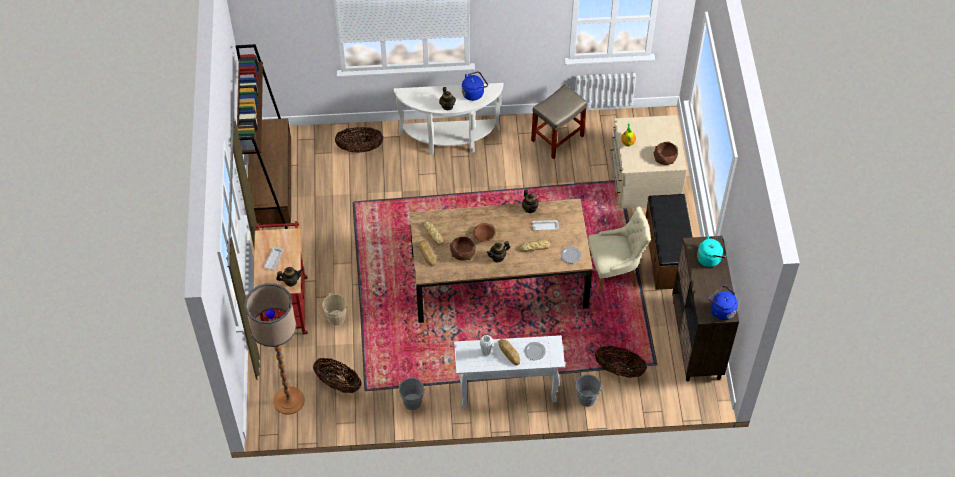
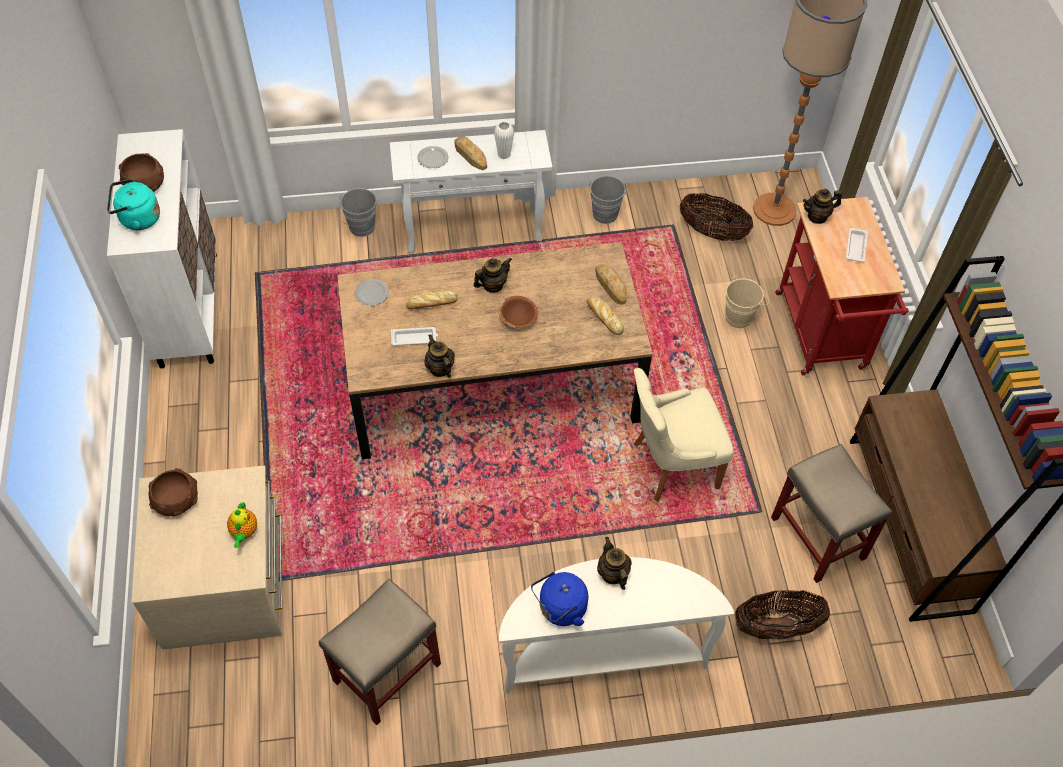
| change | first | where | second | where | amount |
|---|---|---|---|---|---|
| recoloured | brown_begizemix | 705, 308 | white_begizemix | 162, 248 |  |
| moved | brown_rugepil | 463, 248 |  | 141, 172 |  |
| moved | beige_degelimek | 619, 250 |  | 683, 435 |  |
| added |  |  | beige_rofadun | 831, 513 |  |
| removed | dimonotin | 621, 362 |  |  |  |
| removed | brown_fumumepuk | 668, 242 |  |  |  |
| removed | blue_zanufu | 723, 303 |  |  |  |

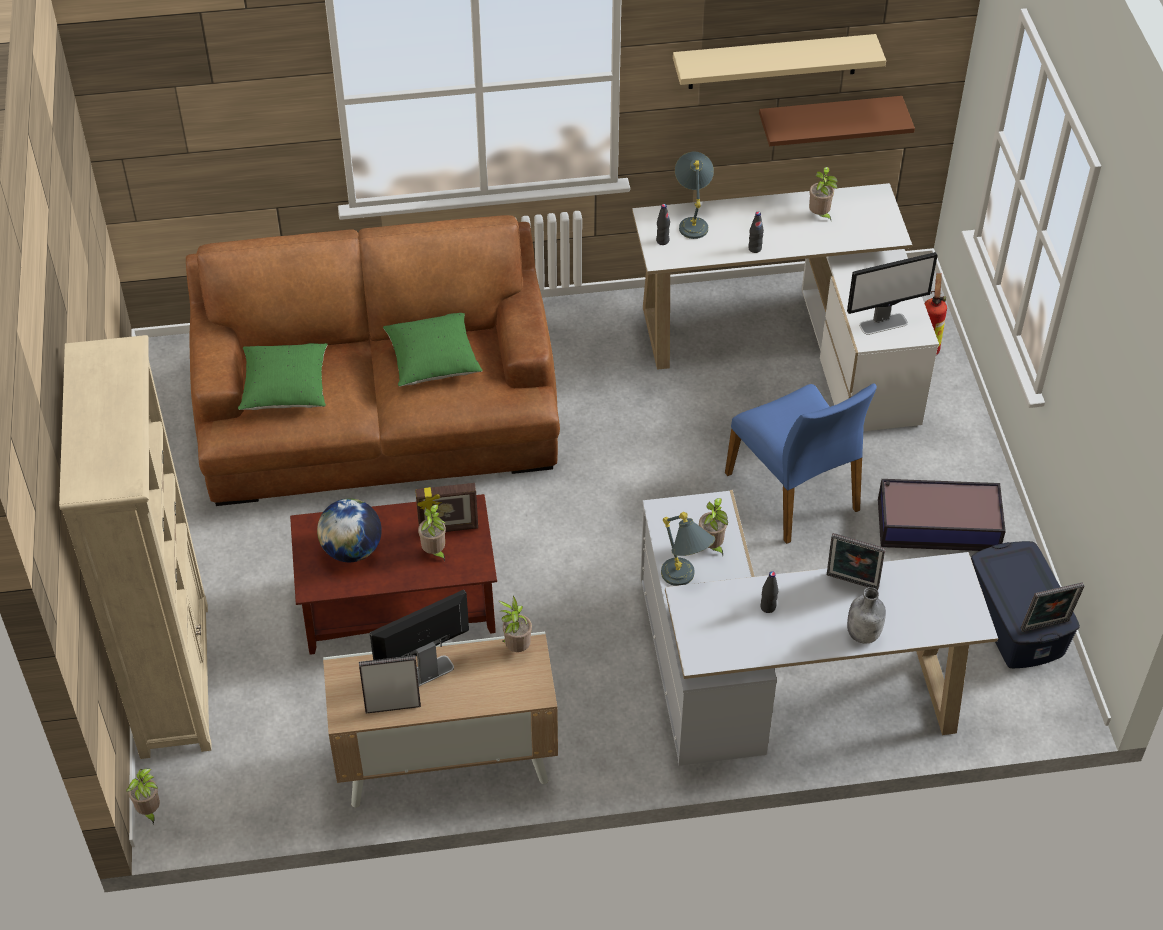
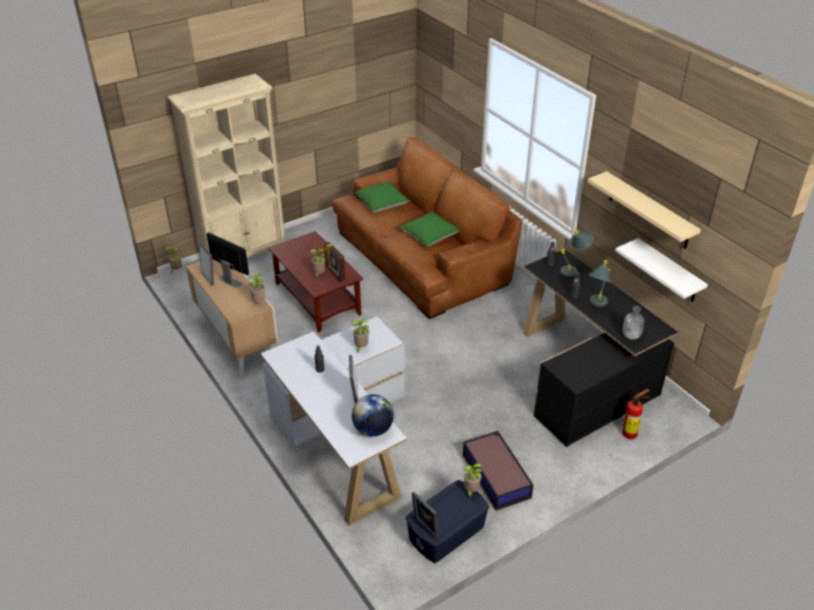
| change | first | where | second | where | amount |
|---|---|---|---|---|---|
| moved | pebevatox | 349, 530 |  | 373, 415 |  |
| moved | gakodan | 823, 193 |  | 473, 480 |  |
| recoloured | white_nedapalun | 785, 307 | black_nedapalun | 600, 348 |  |
| moved | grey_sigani | 688, 549 |  | 599, 283 |  |
| recoloured | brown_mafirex | 837, 121 | white_mafirex | 661, 270 |  |
| moved | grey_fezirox | 866, 615 |  | 633, 323 |  |
| removed | blue_degelimek | 801, 463 |  |  |  |
| removed | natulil | 892, 293 |  |  |  |

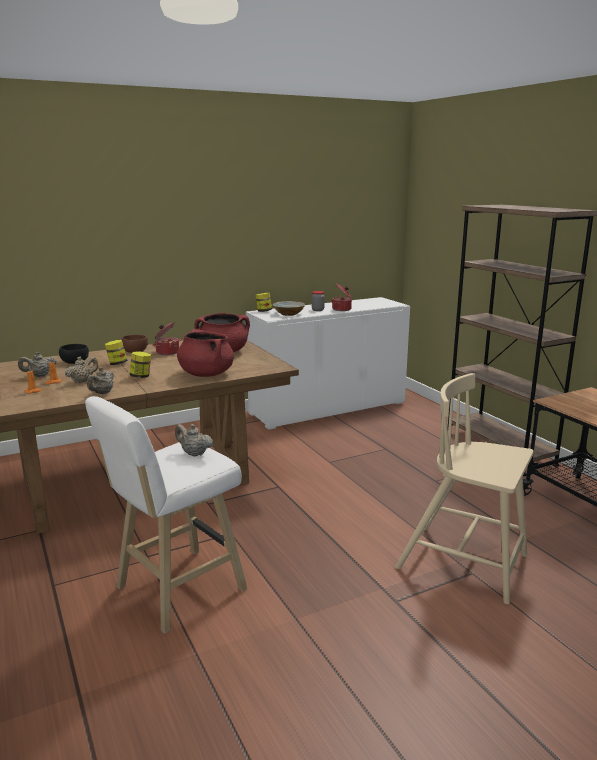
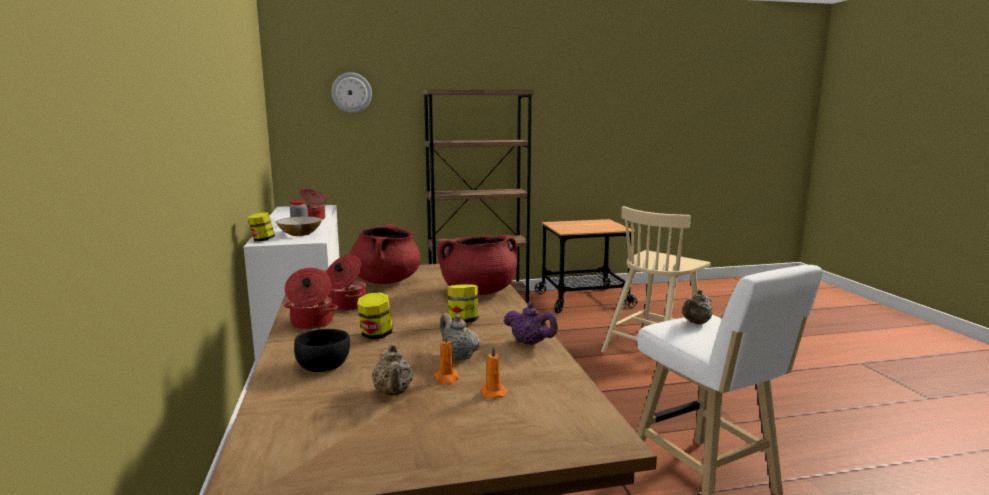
| change | first | where | second | where | amount |
|---|---|---|---|---|---|
| replaced | brown_rugepil | 134, 344 | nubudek | 311, 298 |  |
| added |  |  | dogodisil | 351, 92 |  |
| recoloured | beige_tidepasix | 100, 380 | purple_tidepasix | 531, 323 |  |

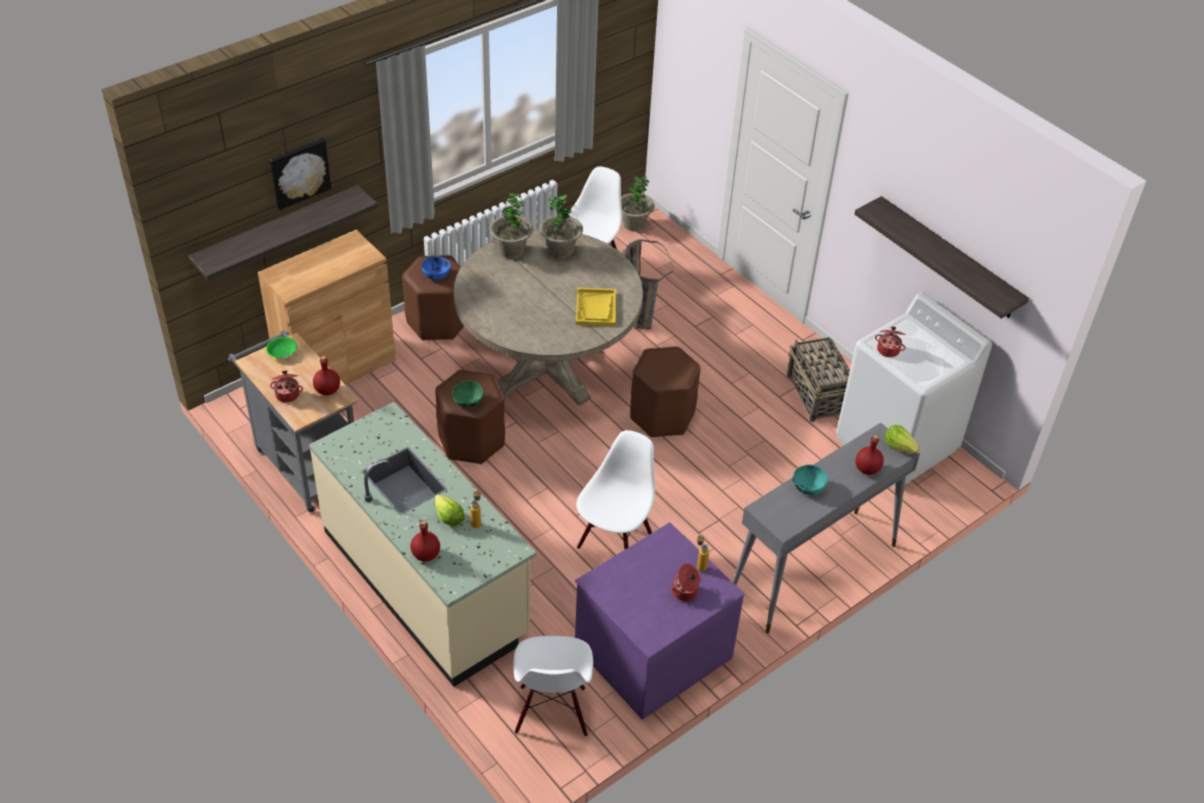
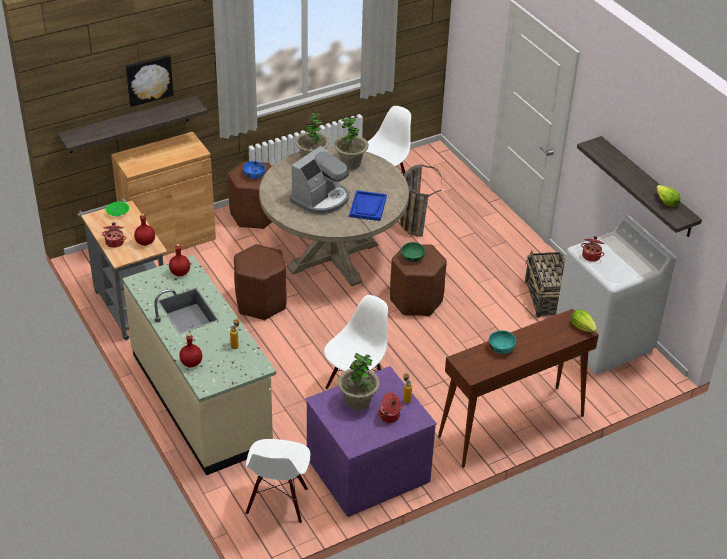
| change | first | where | second | where | amount |
|---|---|---|---|---|---|
| moved | red_fezirox | 869, 455 |  | 179, 260 |  |
| added |  |  | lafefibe | 319, 180 |  |
| moved | gakodan | 638, 204 |  | 359, 382 |  |
| recoloured | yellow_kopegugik | 596, 307 | blue_kopegugik | 368, 205 |  |
| moved | green_rugepil | 467, 394 |  | 413, 252 |  |
| recoloured | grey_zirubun | 826, 528 | brown_zirubun | 518, 388 |  |
| moved | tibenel | 450, 510 |  | 668, 196 |  |

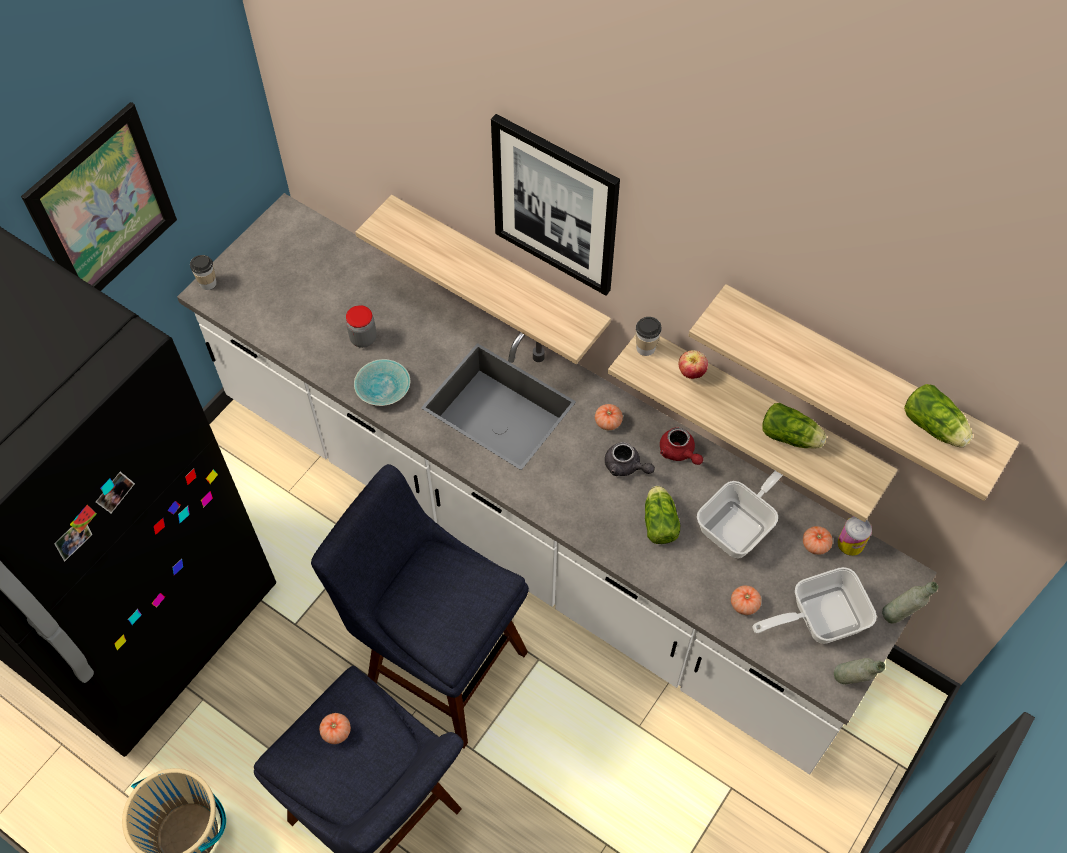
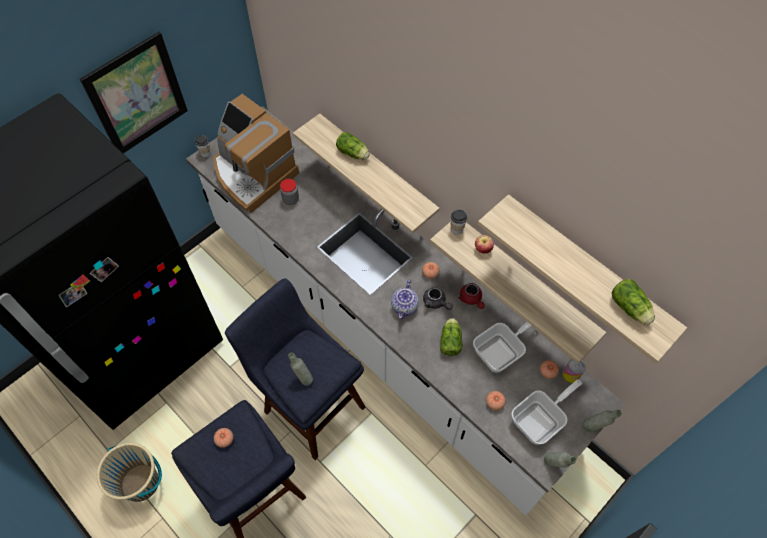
| change | first | where | second | where | amount |
|---|---|---|---|---|---|
| added |  |  | lafefibe | 256, 153 |  |
| added |  |  | grey_fezirox | 300, 369 |  |
| moved | tibenel | 794, 426 |  | 353, 146 |  |
| added |  |  | tidepasix | 405, 299 |  |
| turned | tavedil | 814, 605 |  | 547, 412 | 150 degrees clockwise |
| removed | turquoise_rugepil | 382, 382 |  |  |  |
| removed | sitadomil | 555, 205 |  |  |  |

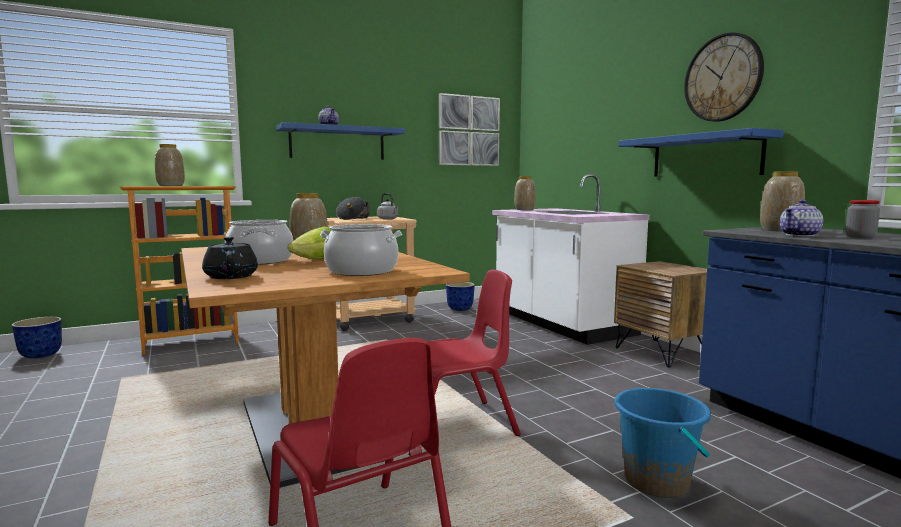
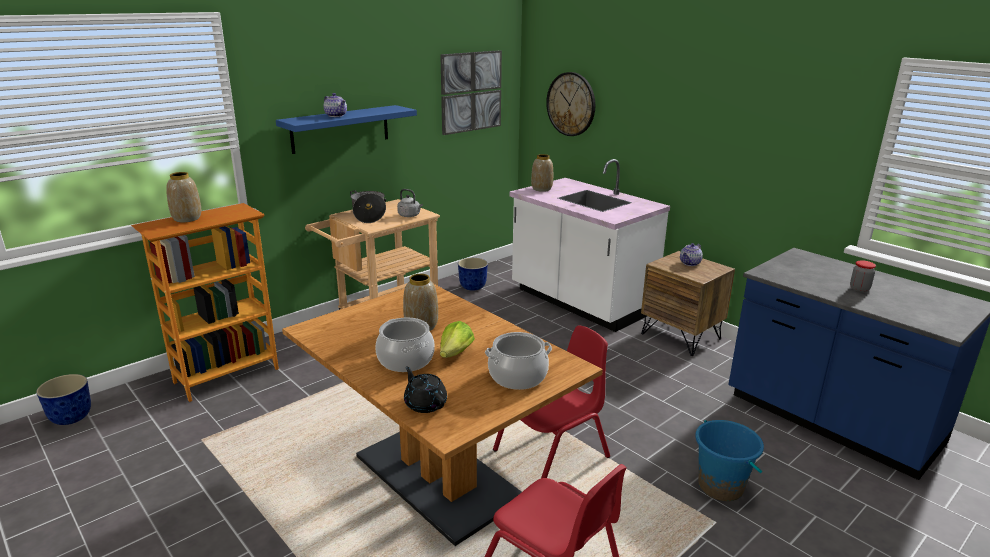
| change | first | where | second | where | amount |
|---|---|---|---|---|---|
| moved | dogodisil | 724, 77 |  | 570, 104 |  |
| moved | tidepasix | 801, 218 |  | 691, 254 |  |
| removed | blue_mafirex | 701, 152 |  |  |  |
| removed | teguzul | 782, 201 |  |  |  |

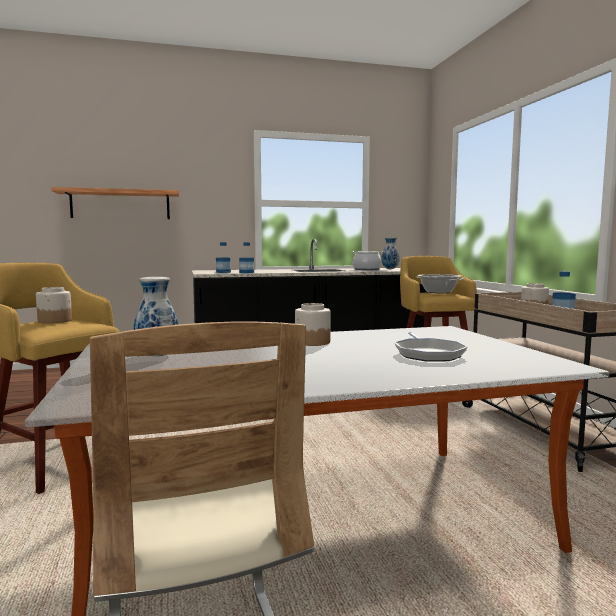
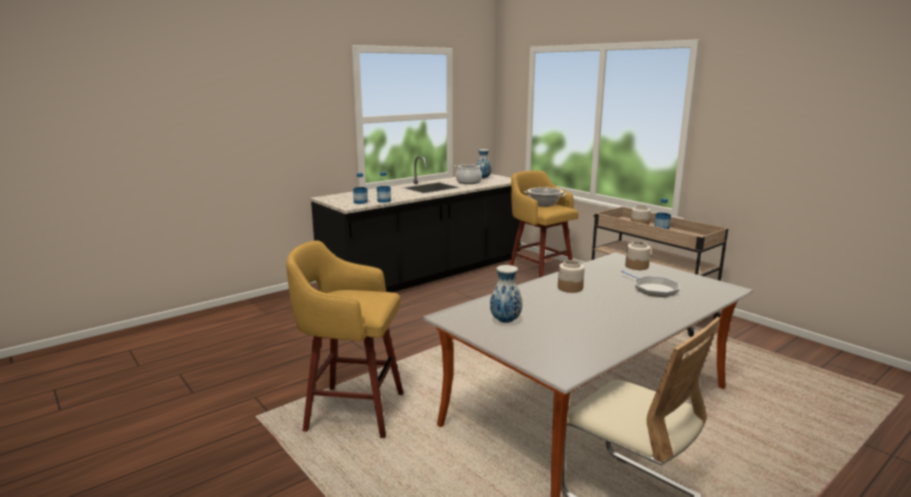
| change | first | where | second | where | amount |
|---|---|---|---|---|---|
| moved | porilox | 54, 305 |  | 638, 255 |  |
| removed | mafirex | 115, 203 |  |  |  |

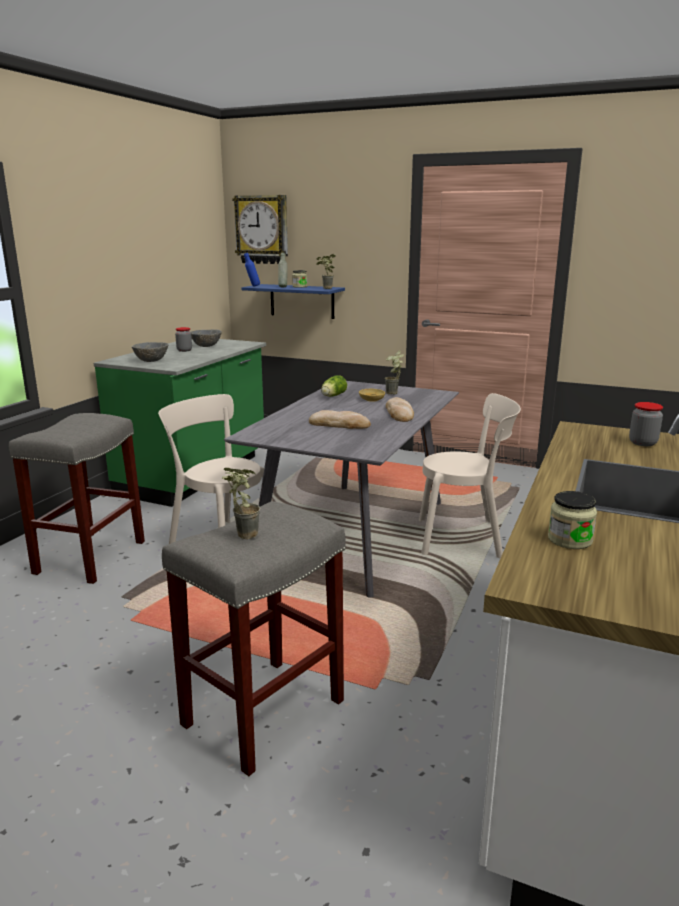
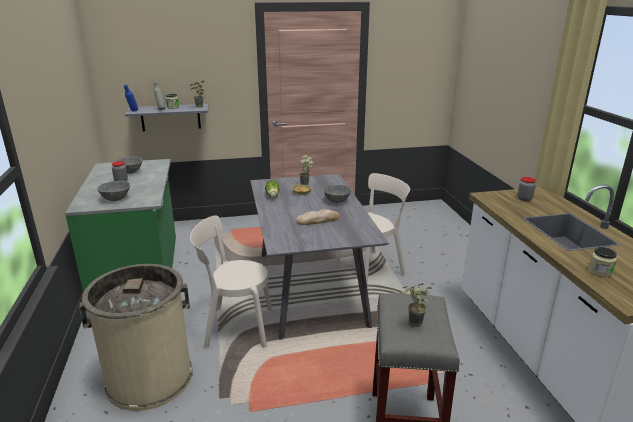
| change | first | where | second | where | amount |
|---|---|---|---|---|---|
| replaced | grey_rofadun | 77, 498 | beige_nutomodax | 136, 337 |  |
| recoloured | blue_mafirex | 293, 301 | grey_mafirex | 166, 117 |  |
| replaced | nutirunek | 400, 409 | grey_rugepil | 337, 194 |  |
| removed | dogodisil | 260, 229 |  |  |  |

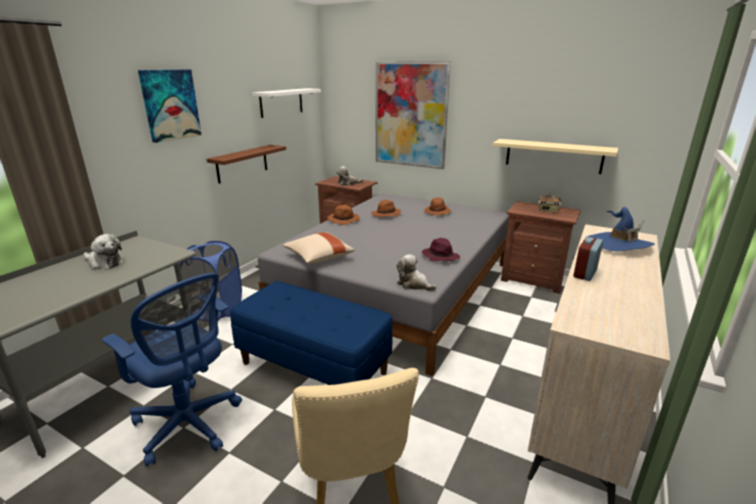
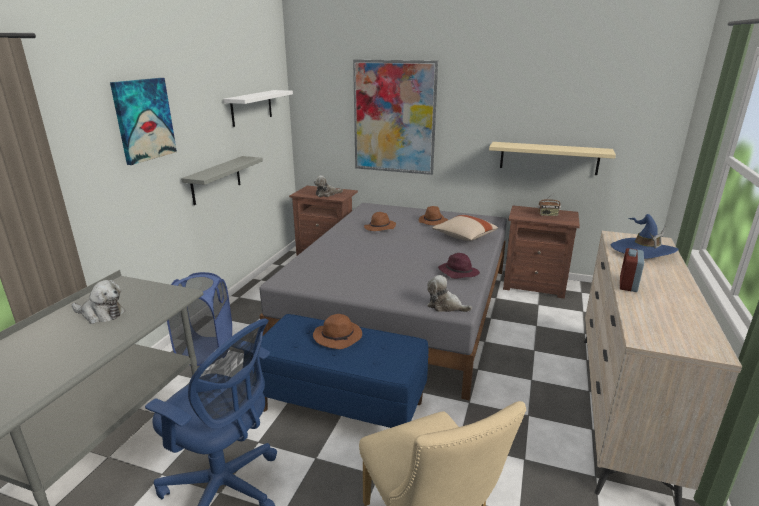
| change | first | where | second | where | amount |
|---|---|---|---|---|---|
| recoloured | brown_mafirex | 246, 164 | grey_mafirex | 222, 180 |  |
| moved | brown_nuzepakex | 344, 215 |  | 337, 331 |  |
| moved | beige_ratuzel | 319, 247 |  | 465, 228 |  |

